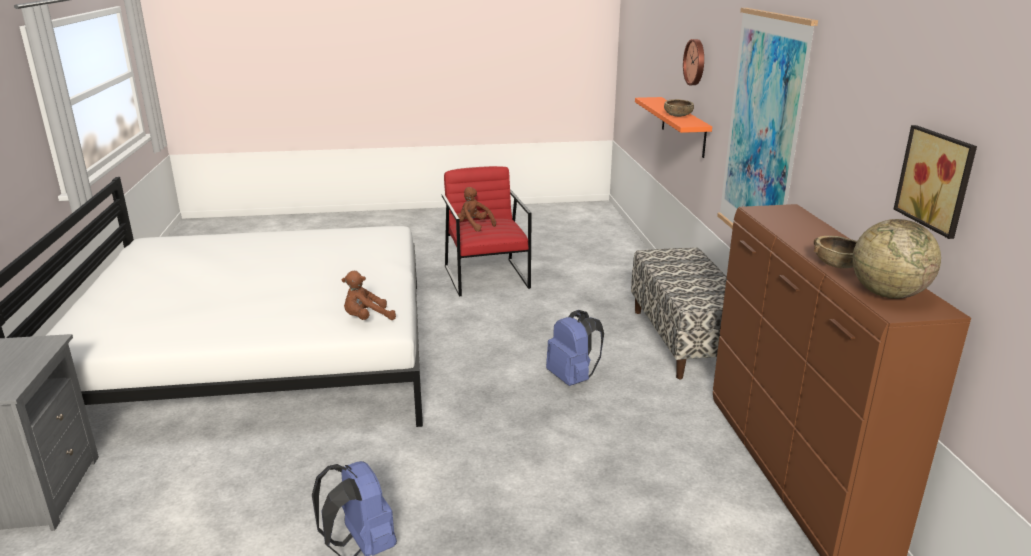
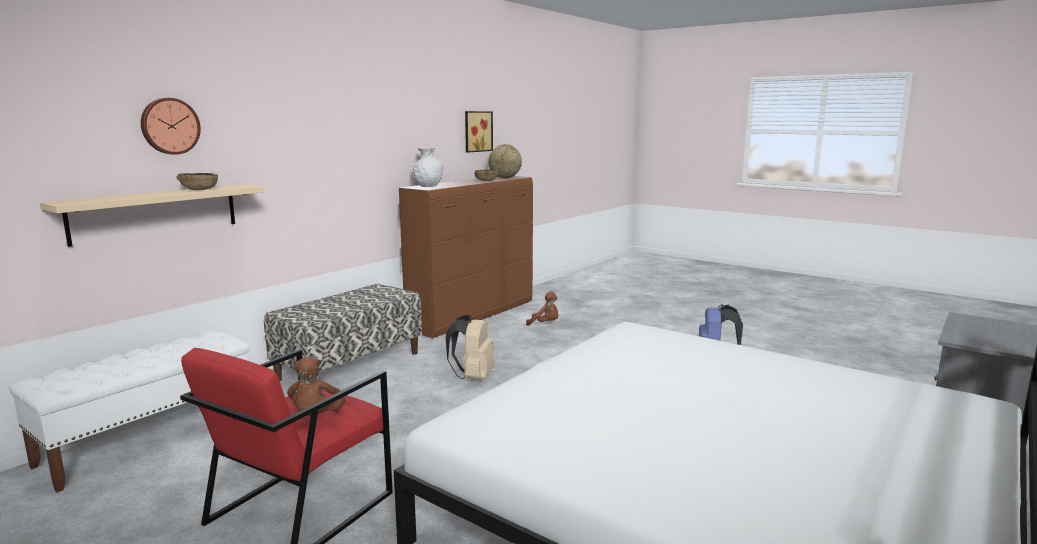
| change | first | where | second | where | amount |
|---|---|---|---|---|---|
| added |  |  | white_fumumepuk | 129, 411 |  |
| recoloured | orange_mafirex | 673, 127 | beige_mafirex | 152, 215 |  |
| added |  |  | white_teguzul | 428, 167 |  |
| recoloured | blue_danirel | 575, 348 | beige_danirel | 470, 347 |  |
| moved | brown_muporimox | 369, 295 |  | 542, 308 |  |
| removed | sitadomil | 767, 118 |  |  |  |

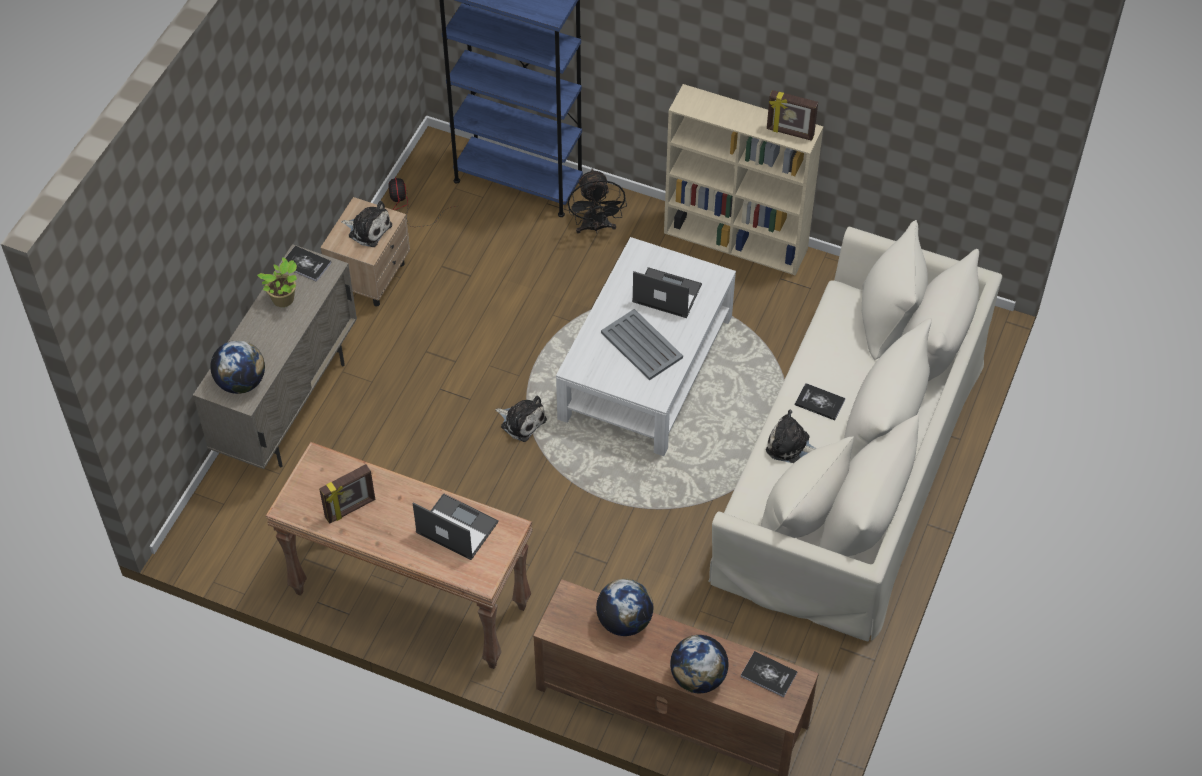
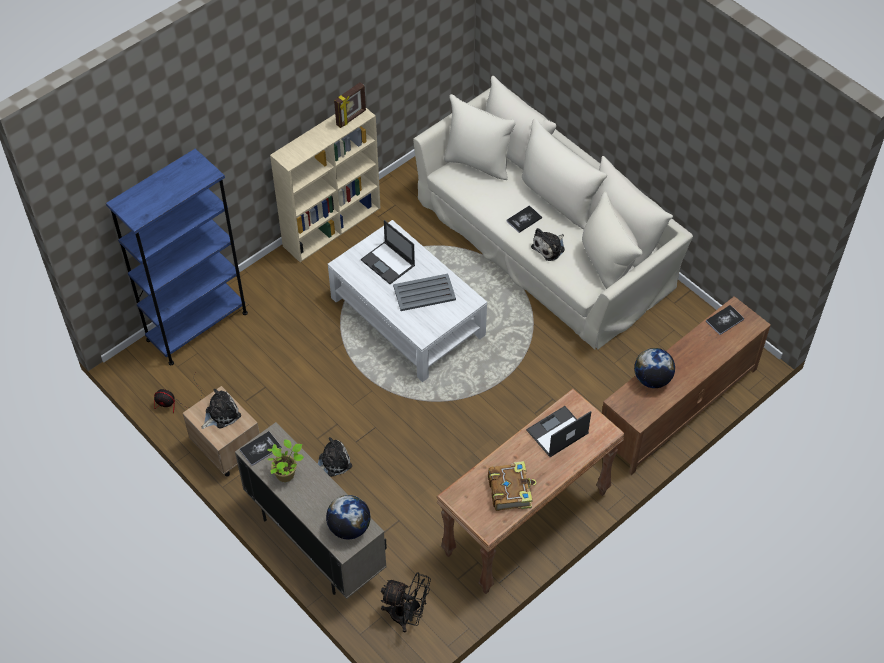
| change | first | where | second | where | amount |
|---|---|---|---|---|---|
| moved | muporimox | 521, 418 |  | 335, 457 |  |
| turned | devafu | 667, 292 |  | 388, 252 | 90 degrees counterclockwise |
| moved | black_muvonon | 597, 201 |  | 405, 602 |  |
| replaced | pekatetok | 347, 494 | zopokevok | 512, 486 |  |
| removed | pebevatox | 699, 664 |  |  |  |

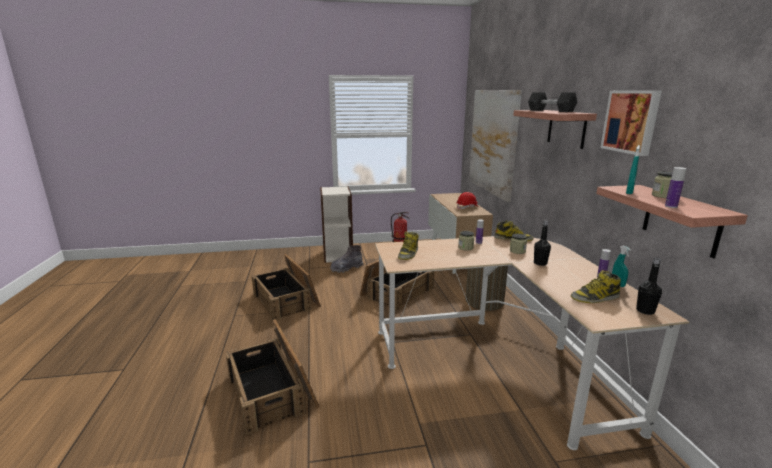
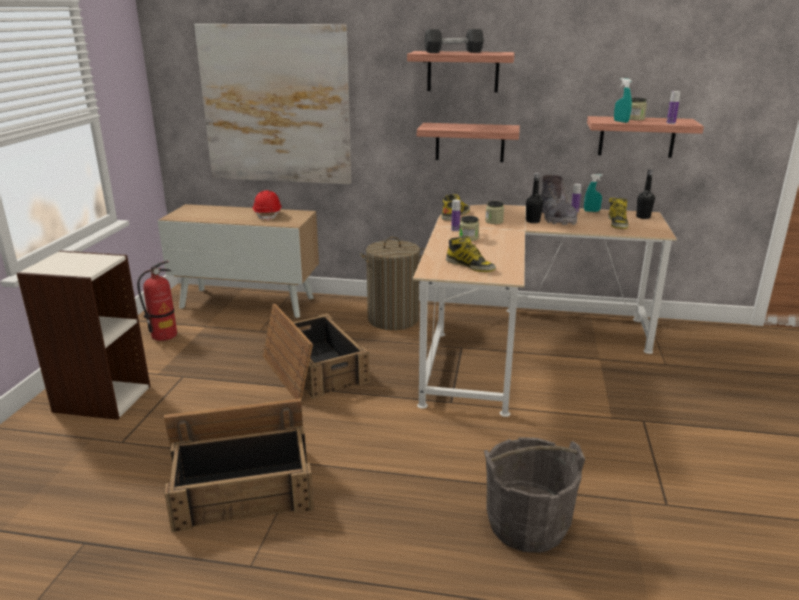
| change | first | where | second | where | amount |
|---|---|---|---|---|---|
| added |  |  | mafirex | 468, 142 |  |
| replaced | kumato | 272, 377 | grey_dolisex | 534, 495 |  |
| moved | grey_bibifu | 346, 259 |  | 559, 200 |  |
| removed | sitadomil | 631, 123 |  |  |  |

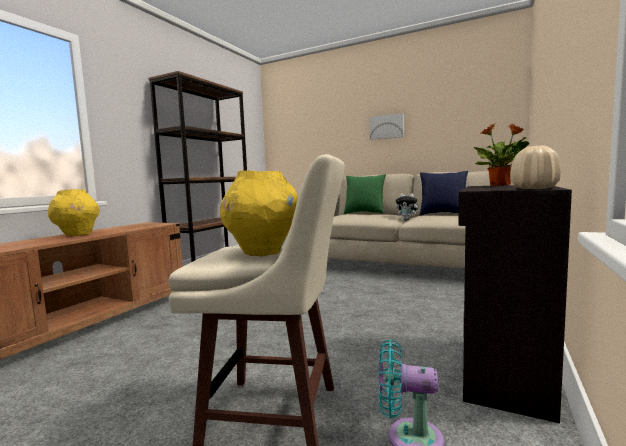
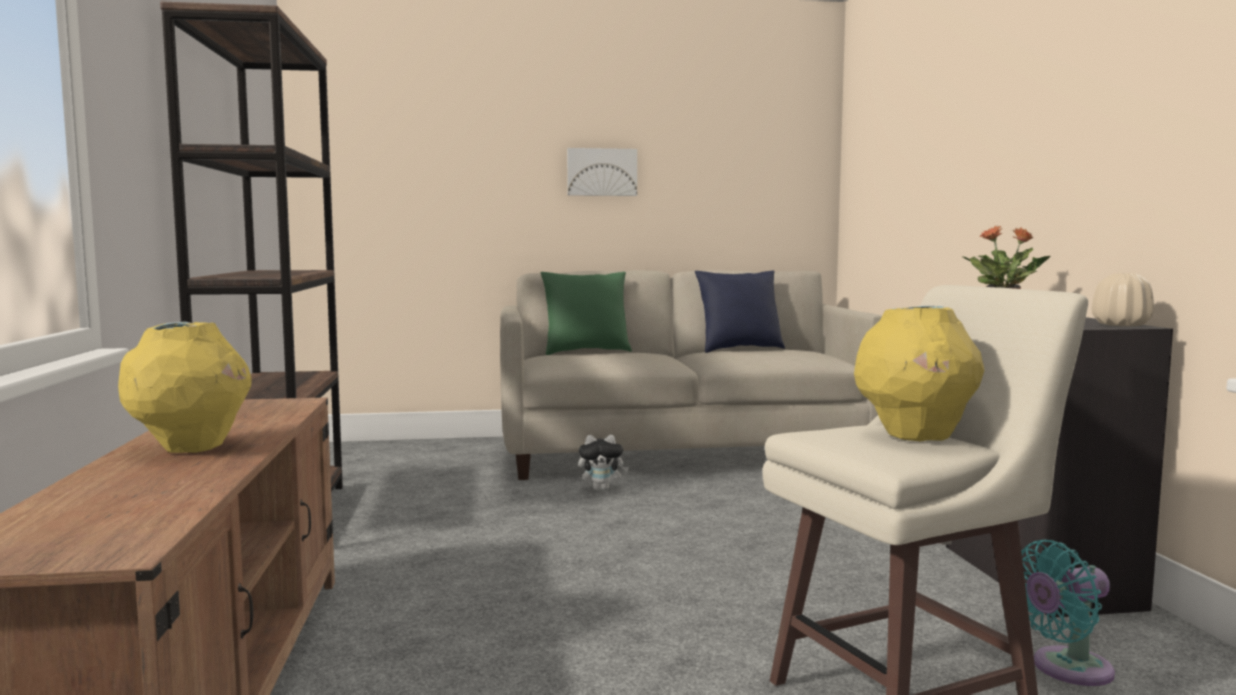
| change | first | where | second | where | amount |
|---|---|---|---|---|---|
| moved | muporimox | 408, 207 |  | 603, 463 |  |

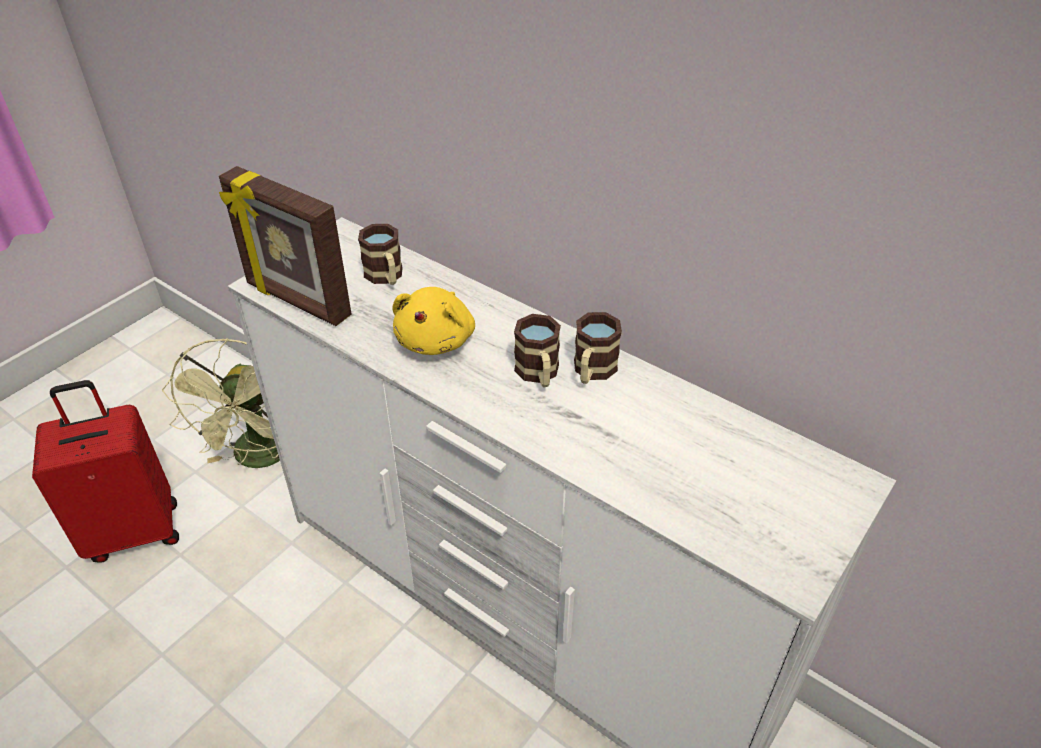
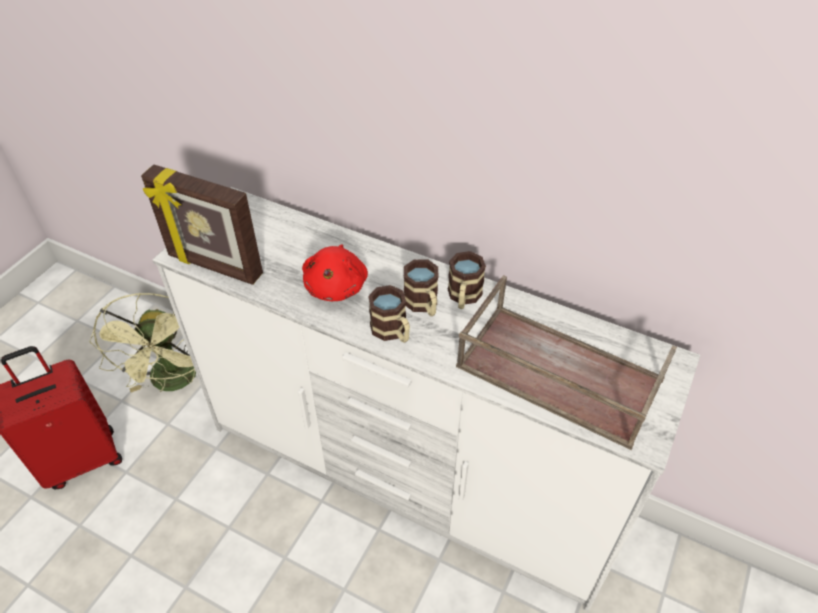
| change | first | where | second | where | amount |
|---|---|---|---|---|---|
| recoloured | yellow_muporimox | 434, 321 | red_muporimox | 335, 272 |  |
| moved | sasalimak | 380, 254 |  | 389, 314 |  |
| added |  |  | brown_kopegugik | 566, 362 |  |

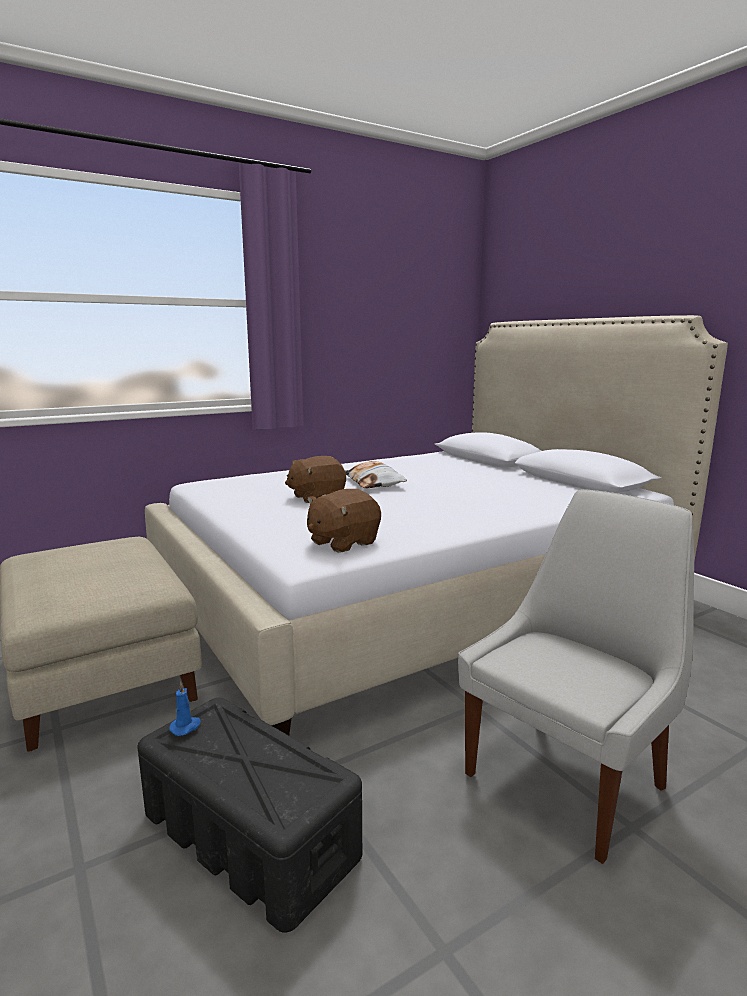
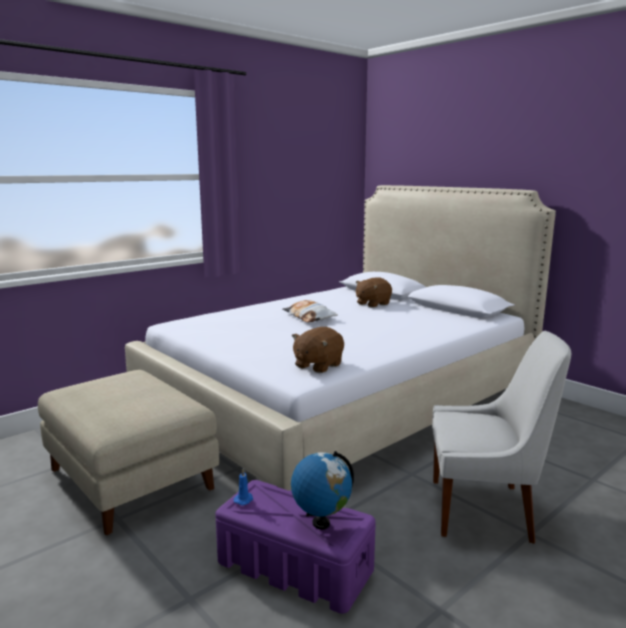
| change | first | where | second | where | amount |
|---|---|---|---|---|---|
| recoloured | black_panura | 249, 815 | purple_panura | 295, 547 |  |
| added |  |  | pebevatox | 322, 490 |  |
| moved | brown_muporimox | 315, 479 |  | 374, 292 |  |
| turned | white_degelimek | 576, 676 |  | 501, 437 | 60 degrees clockwise |

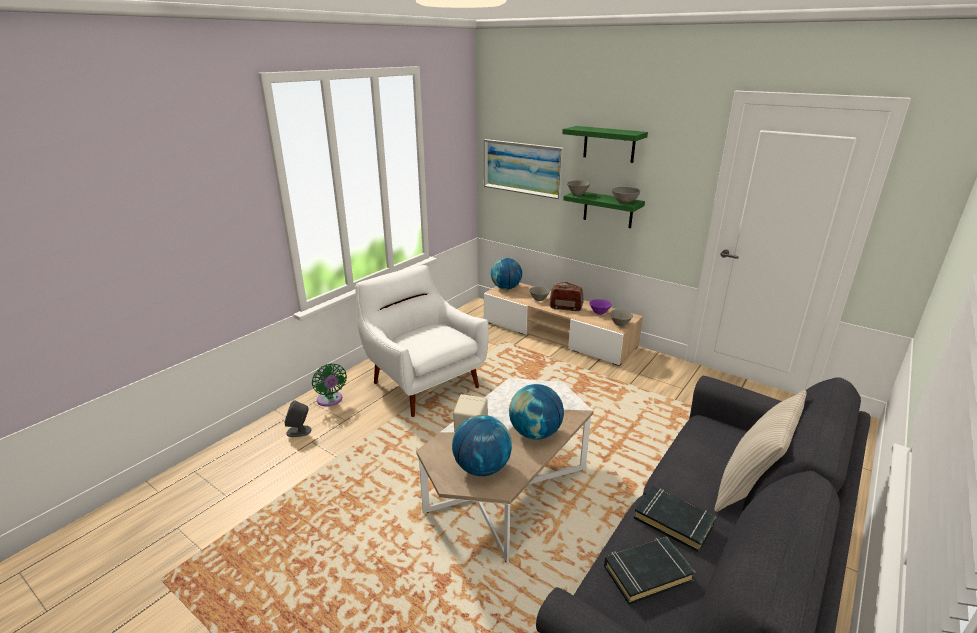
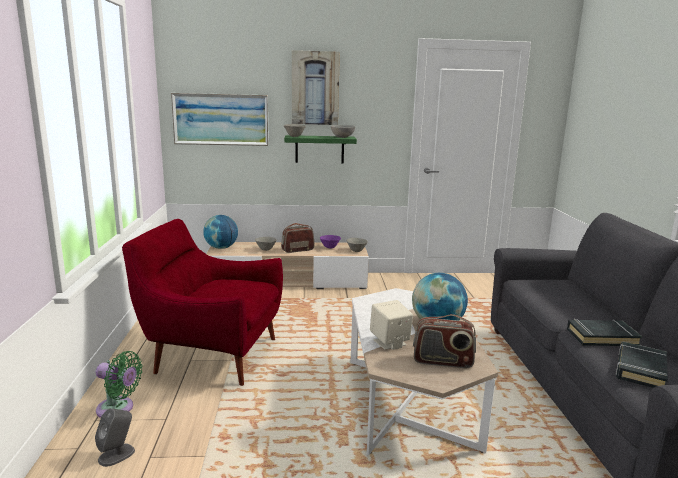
| change | first | where | second | where | amount |
|---|---|---|---|---|---|
| recoloured | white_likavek | 422, 341 | red_likavek | 202, 302 |  |
| replaced | green_mafirex | 605, 144 | sitadomil | 316, 87 |  |
| replaced | pebevatox | 482, 445 | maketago | 444, 341 |  |
| removed | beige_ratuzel | 760, 451 |  |  |  |

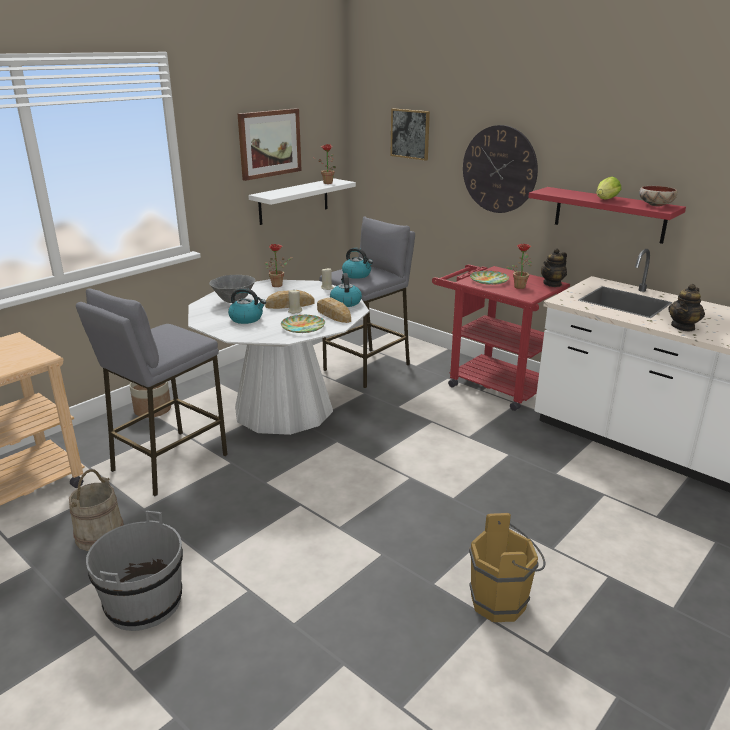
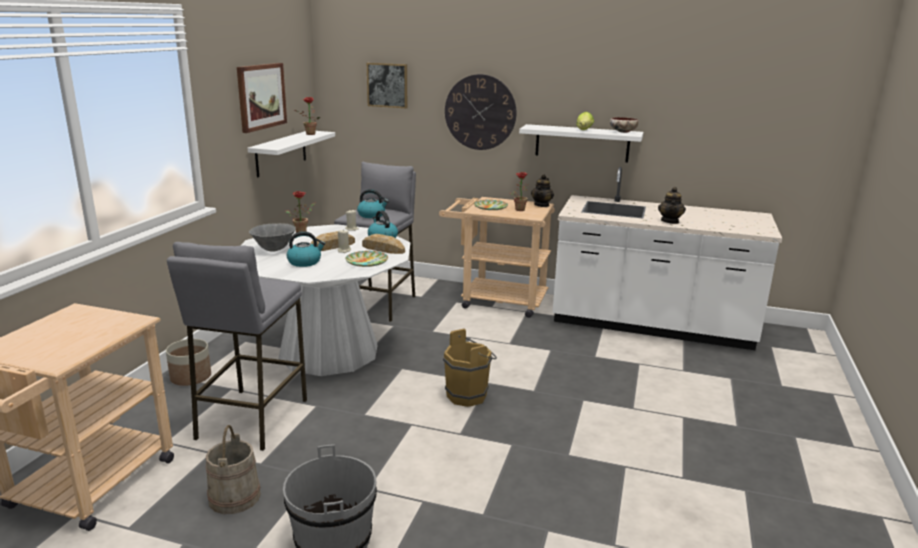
| change | first | where | second | where | amount |
|---|---|---|---|---|---|
| recoloured | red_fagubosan | 501, 337 | beige_fagubosan | 497, 257 |  |
| moved | brown_dolisex | 507, 567 |  | 470, 368 |  |
| recoloured | red_mafirex | 607, 215 | white_mafirex | 581, 143 |  |

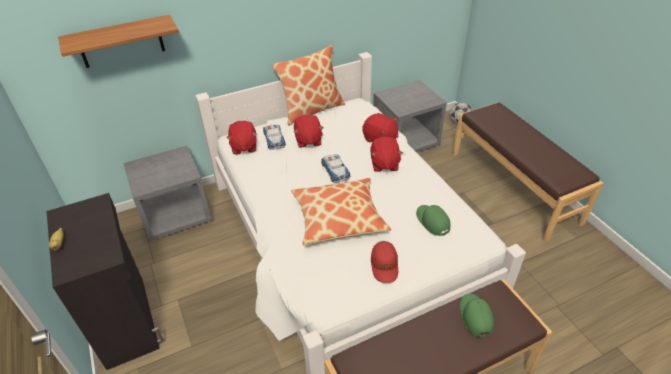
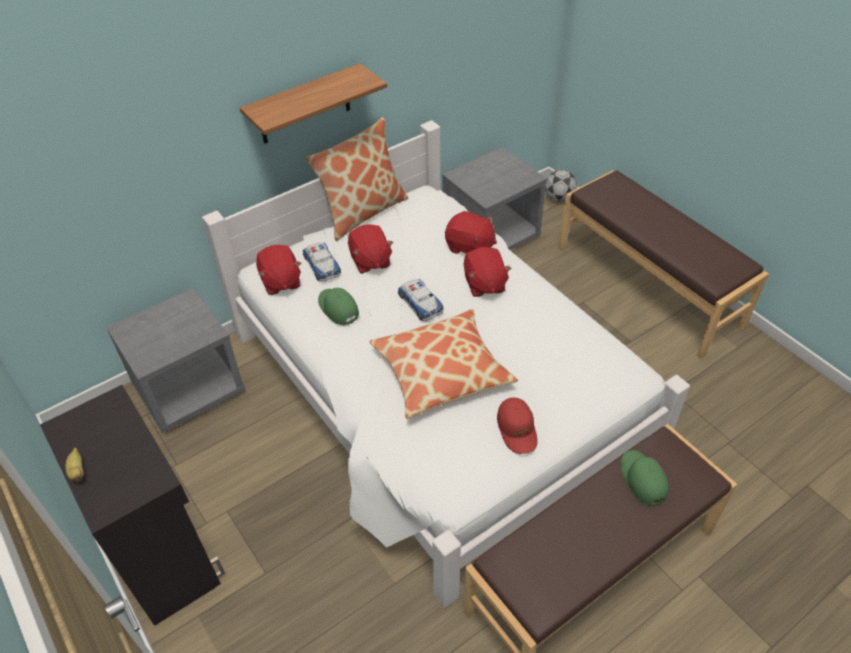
| change | first | where | second | where | amount |
|---|---|---|---|---|---|
| moved | mafirex | 118, 41 |  | 313, 103 |  |
| moved | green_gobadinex | 433, 220 |  | 338, 306 |  |

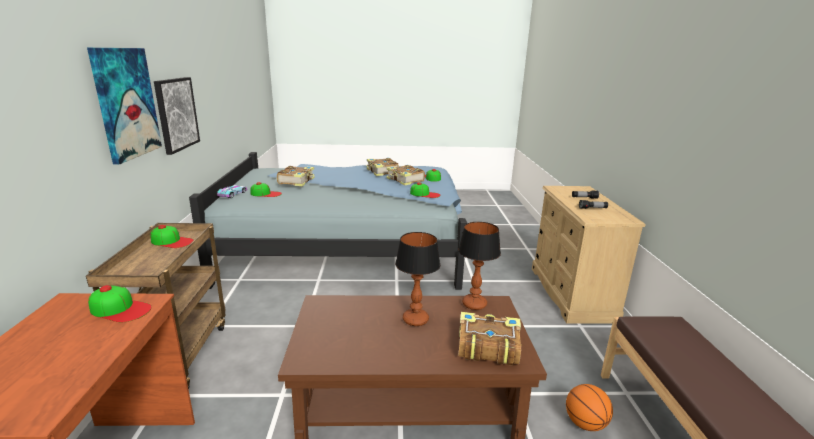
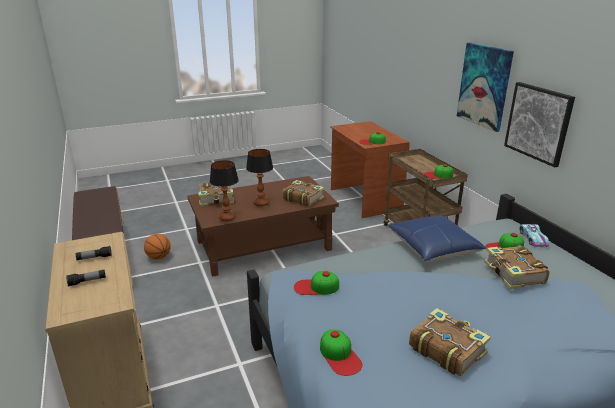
| change | first | where | second | where | amount |
|---|---|---|---|---|---|
| moved | zopokevok | 406, 175 |  | 303, 193 |  |
| added |  |  | blue_ratuzel | 437, 239 |  |

